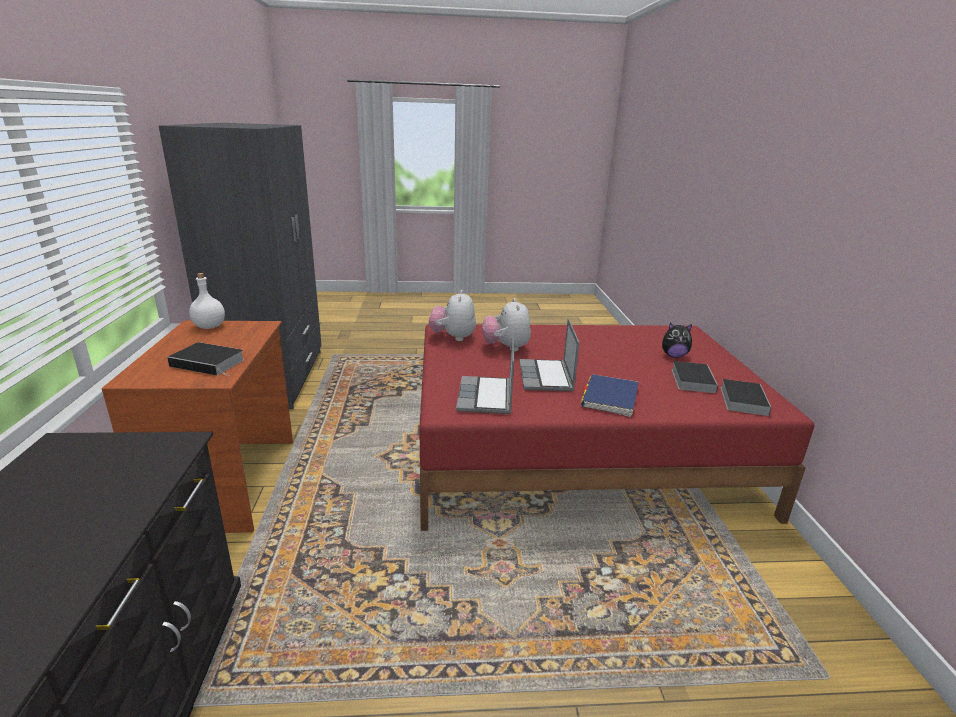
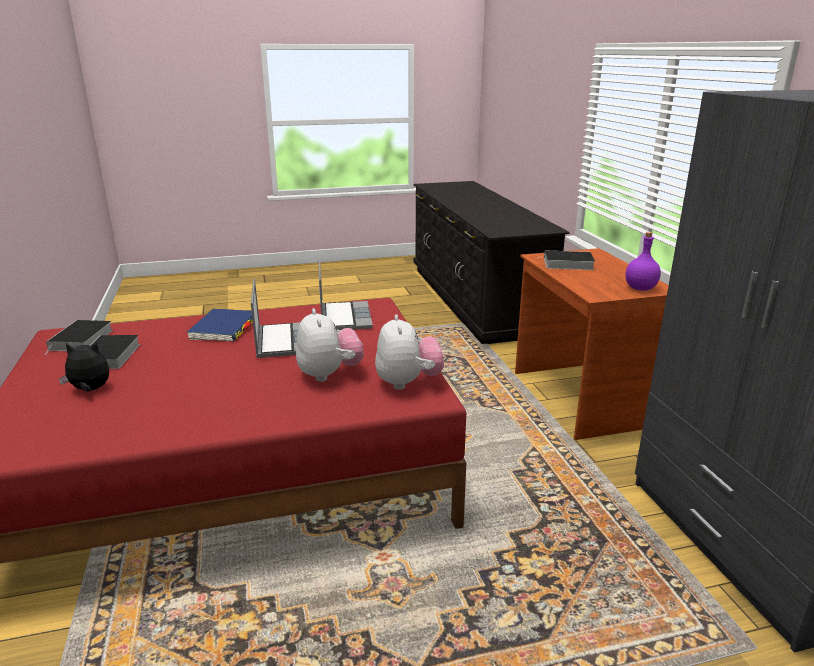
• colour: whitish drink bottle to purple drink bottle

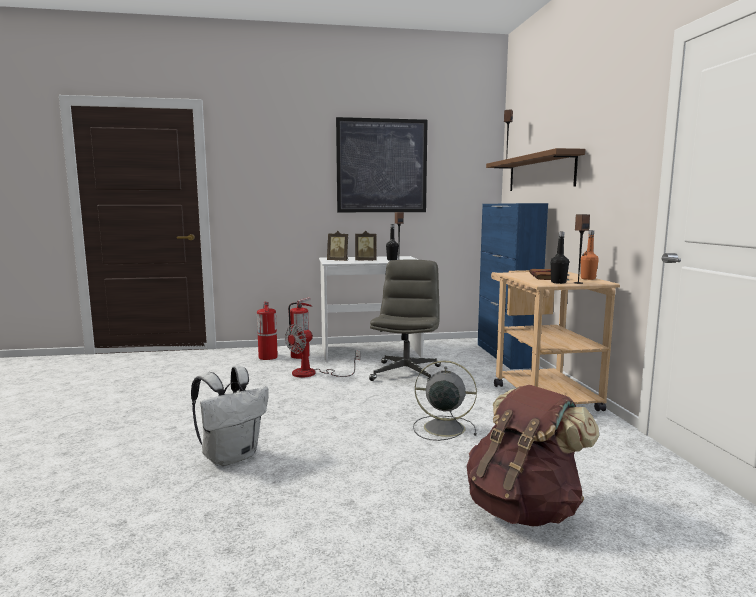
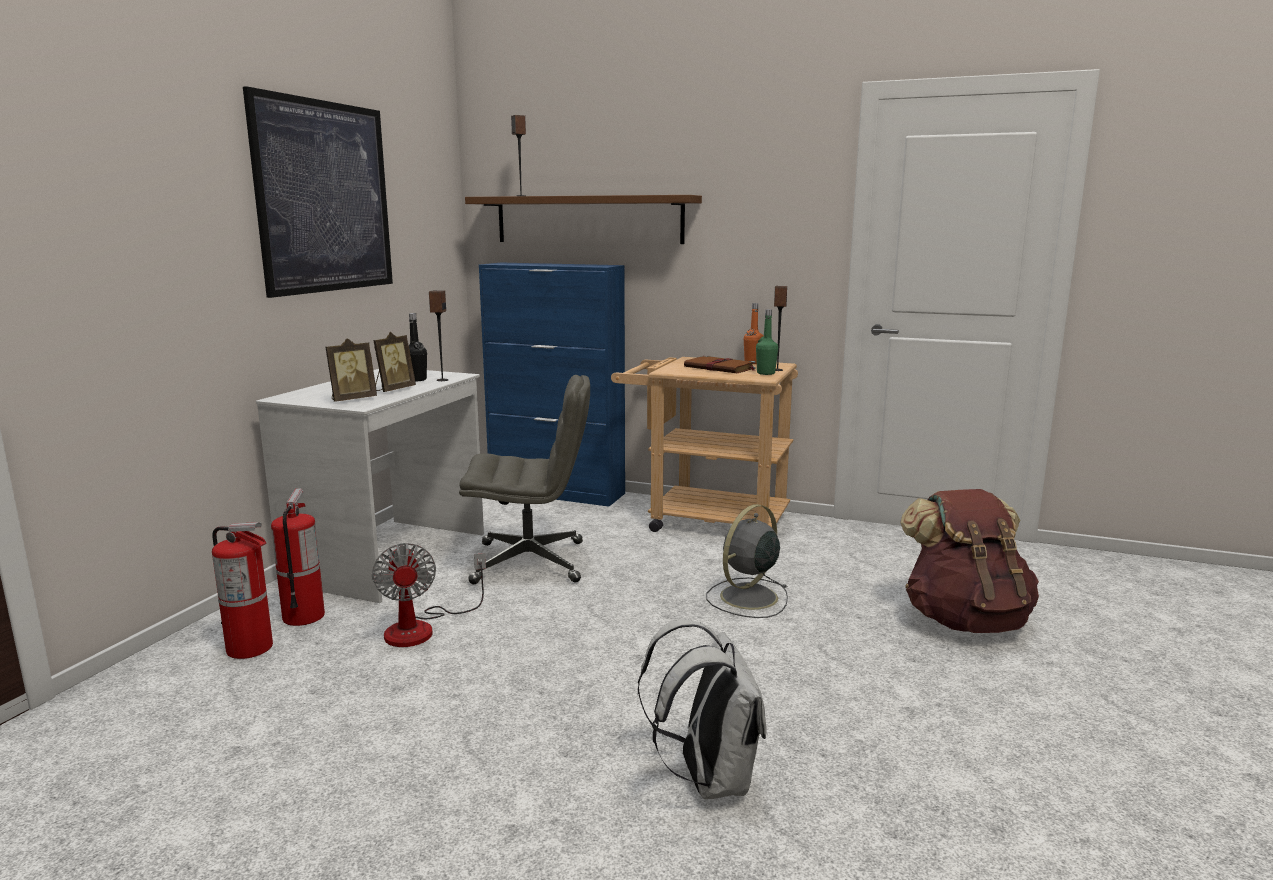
• colour: black-coloured drink bottle (no. 2 from left) to greenish drink bottle
• spun: greyish desk chair 135 degrees clockwise

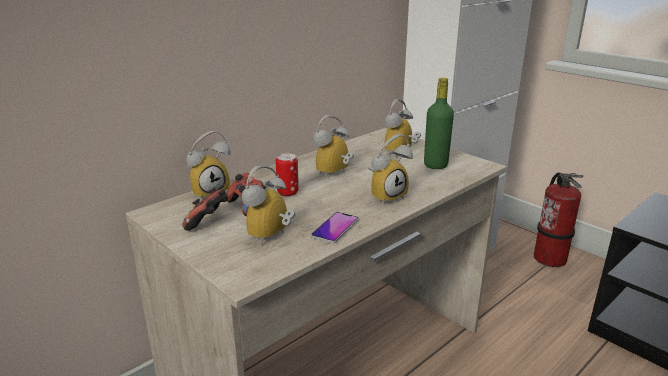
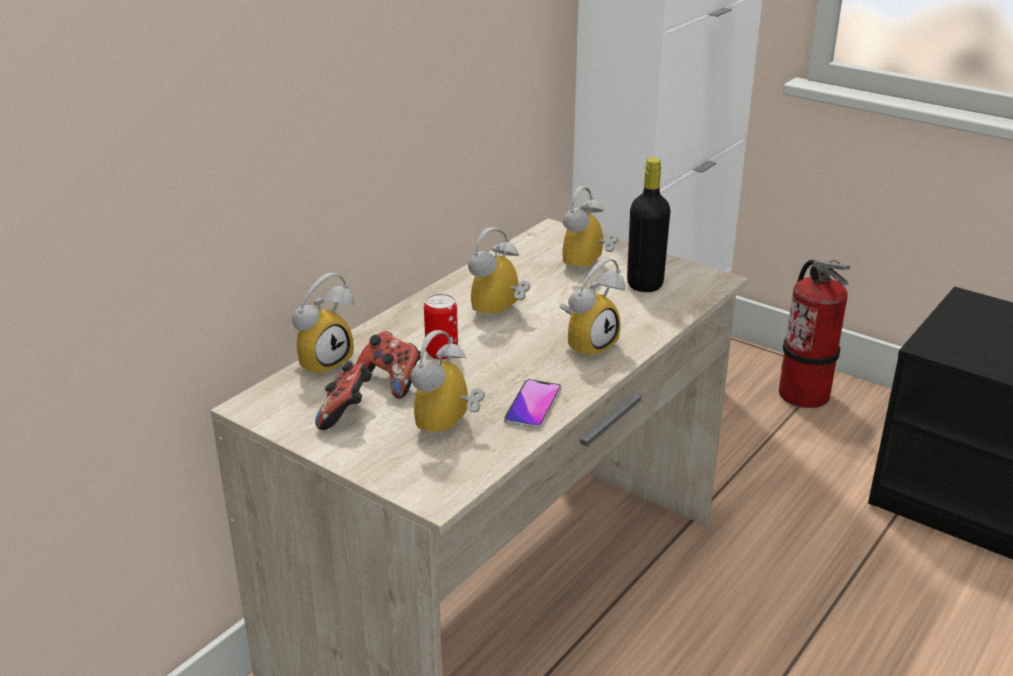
• colour: greenish drink bottle to black-coloured drink bottle

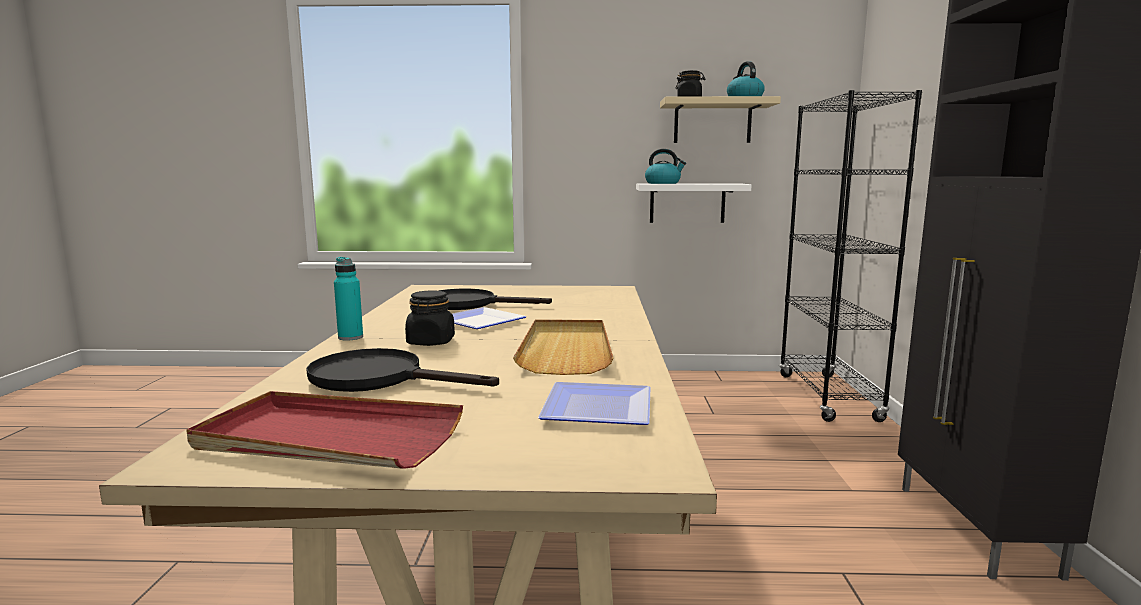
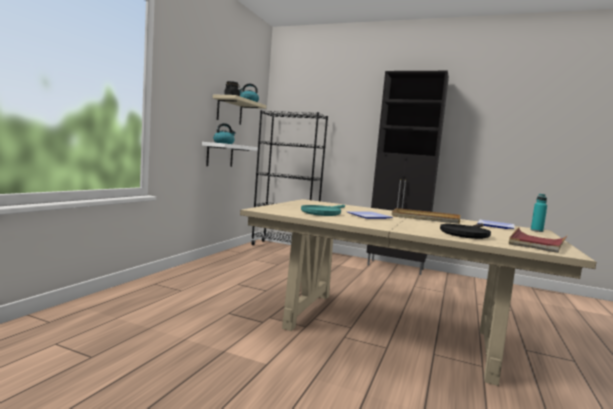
• relocated: turquoise drink bottle
• colour: black-coloured skillet (no. 2 from left) to turquoise skillet
• missing: black-coloured storage jar (no. 1 from left)

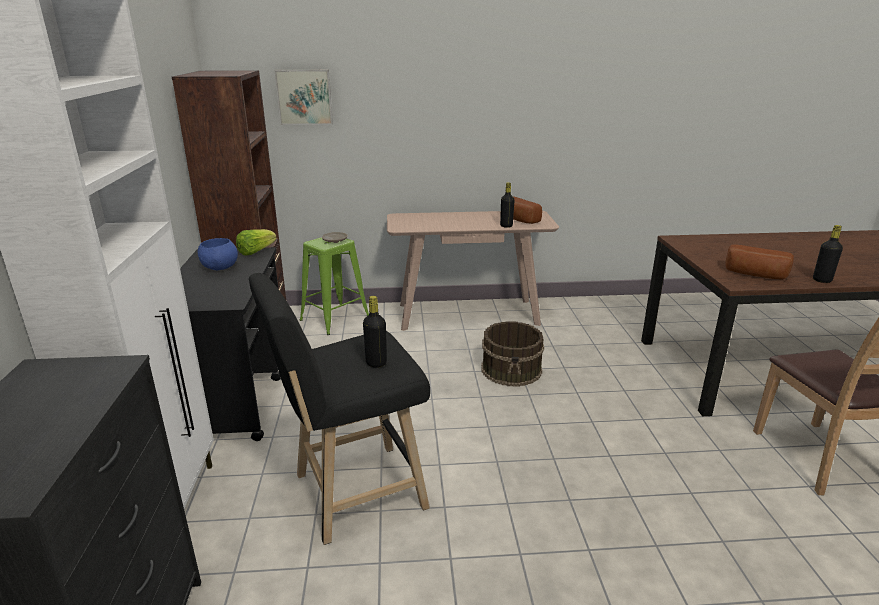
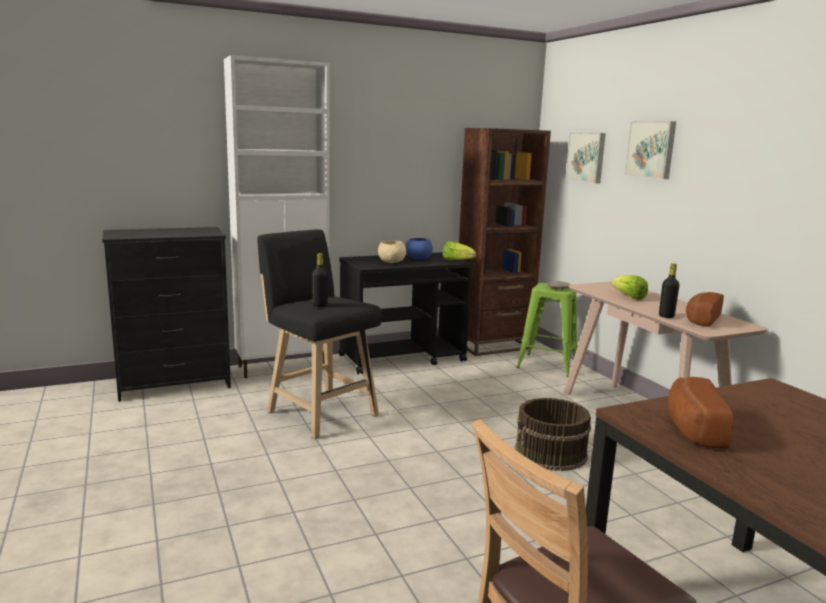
• missing: black-coloured drink bottle (no. 3 from left)
• appeared: picture (no. 2 from left)
• appeared: sand-coloured serving bowl
• appeared: head of lettuce (no. 2 from left)

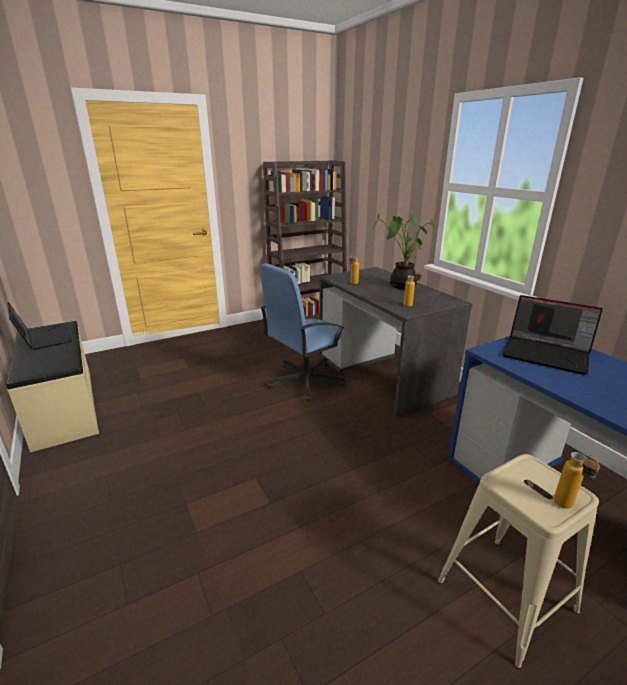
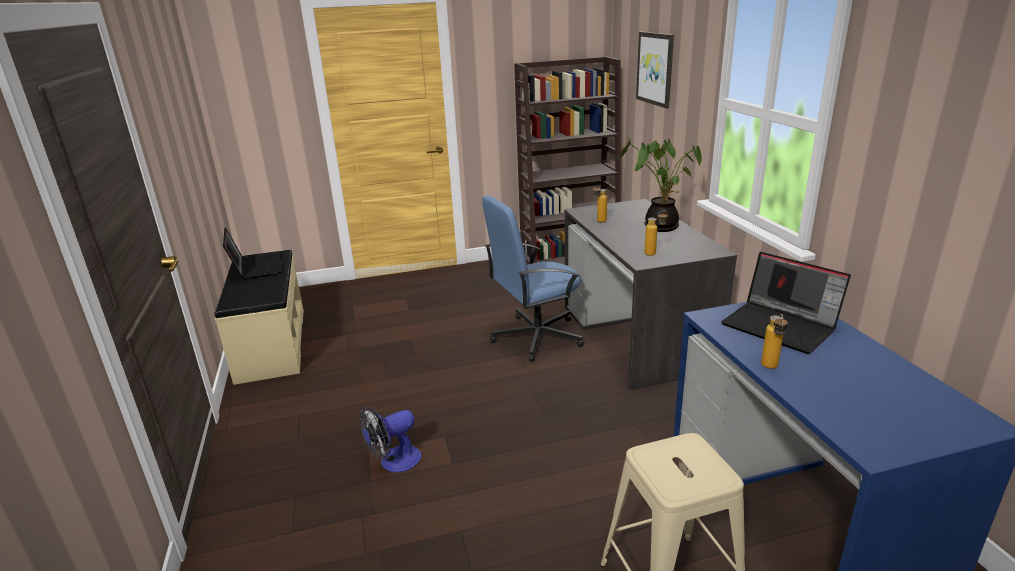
• relocated: drink bottle (no. 3 from left)
• appeared: picture
• appeared: fan

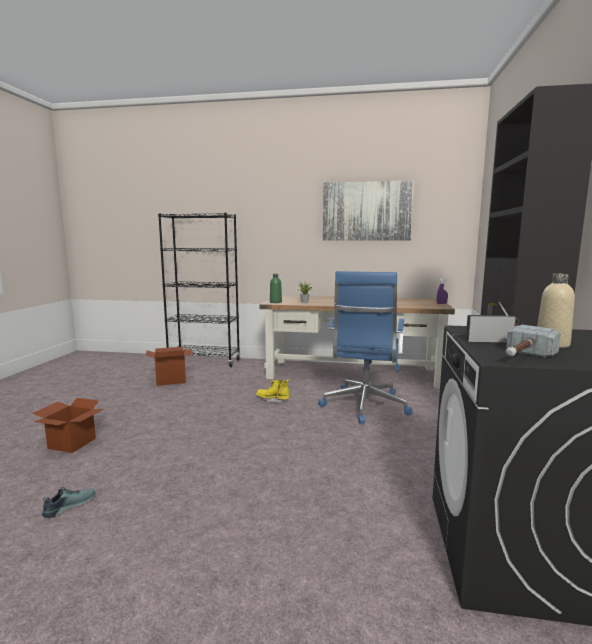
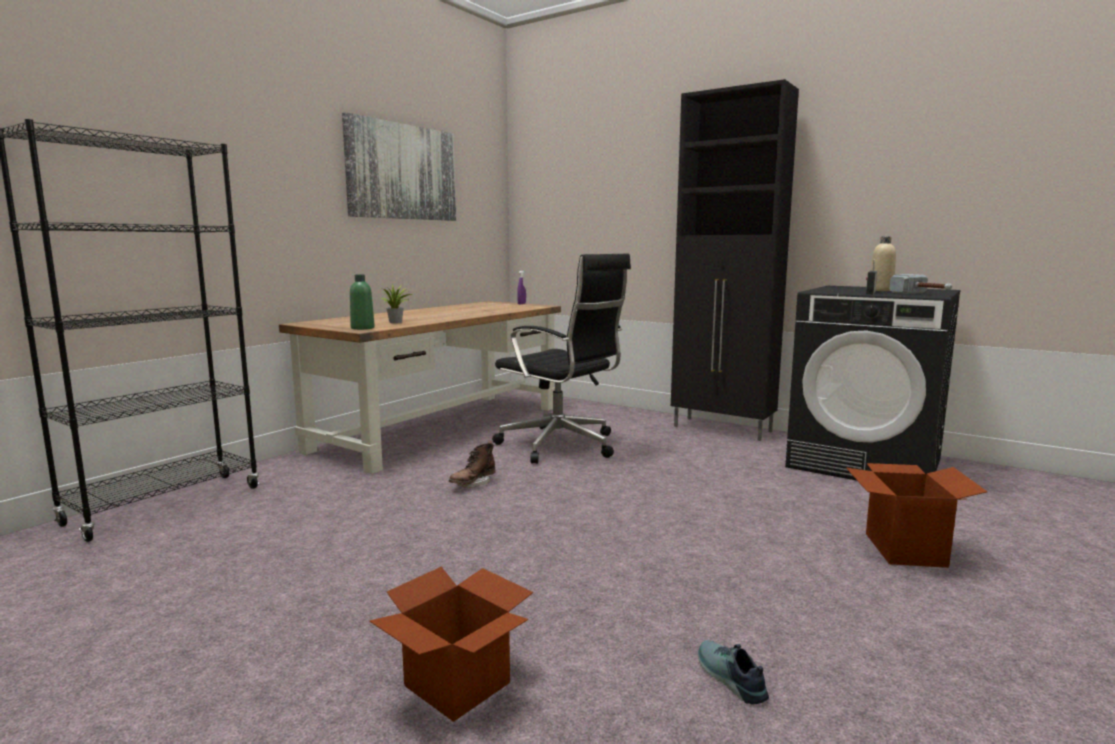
• colour: bluish desk chair to black-coloured desk chair
• relocated: cardboard box (no. 2 from left)
• colour: yellow high-top boot to brown-coloured high-top boot

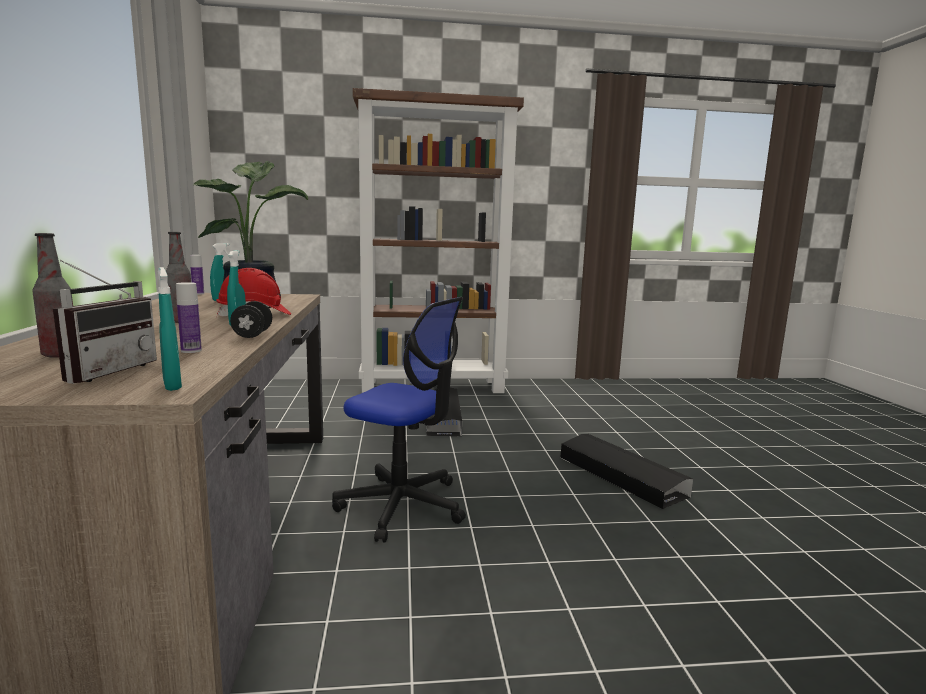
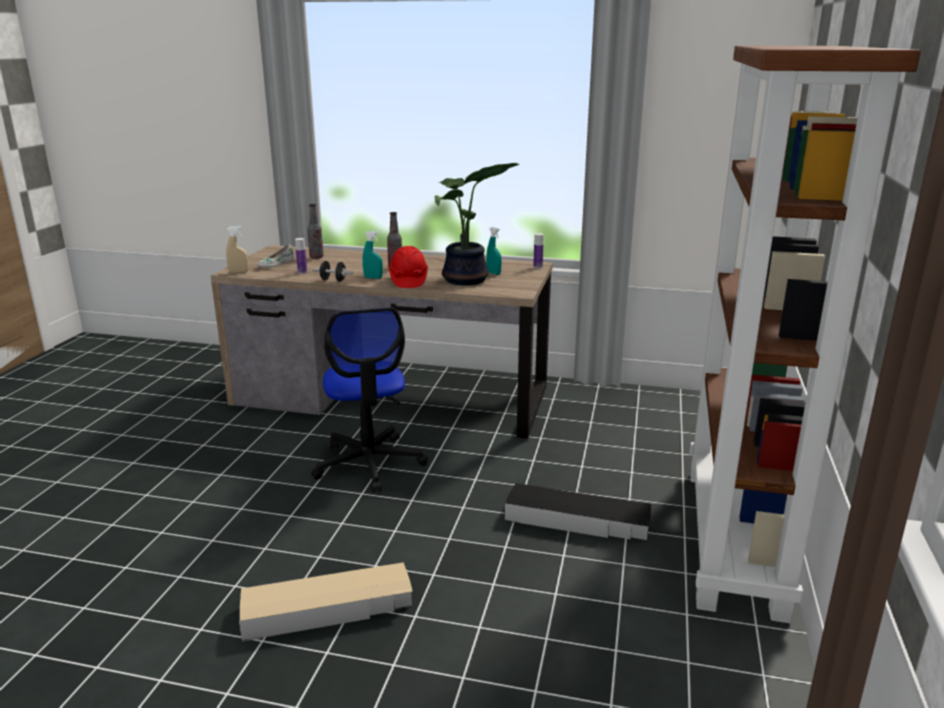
• exchanged: radio set to whitish low shoe
• colour: turquoise hand sprayer (no. 1 from left) to sand-coloured hand sprayer
• spun: desk chair 60 degrees counterclockwise
• colour: black-coloured storage bin (no. 2 from left) to sand-coloured storage bin

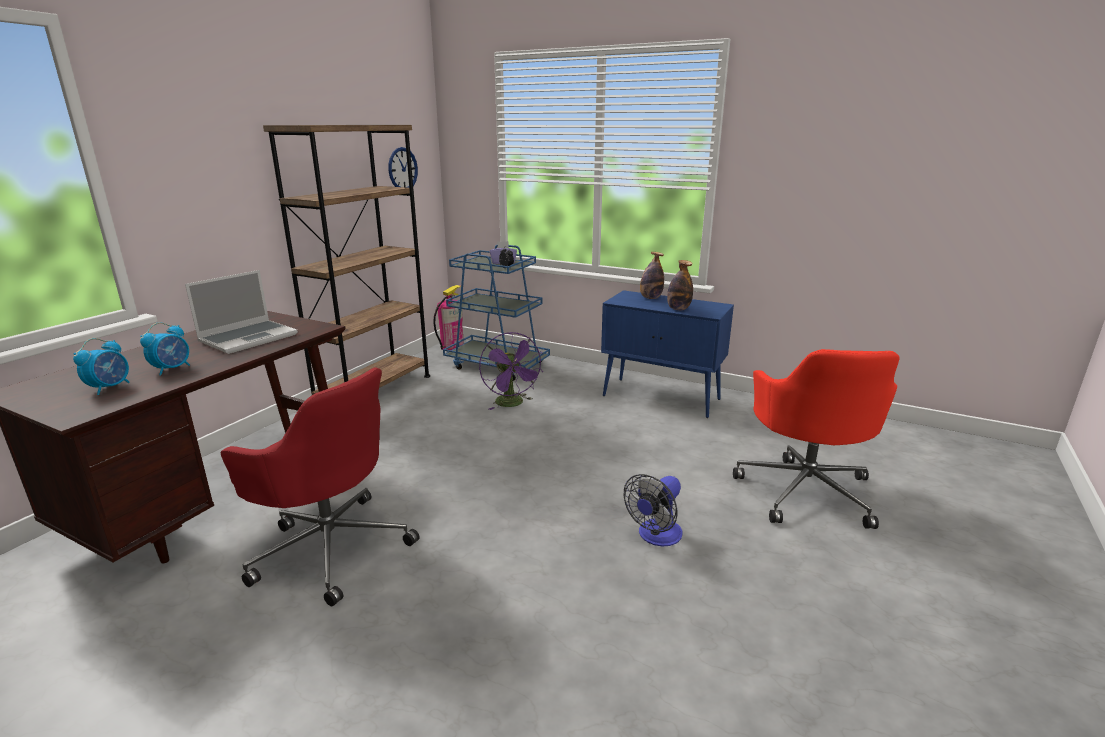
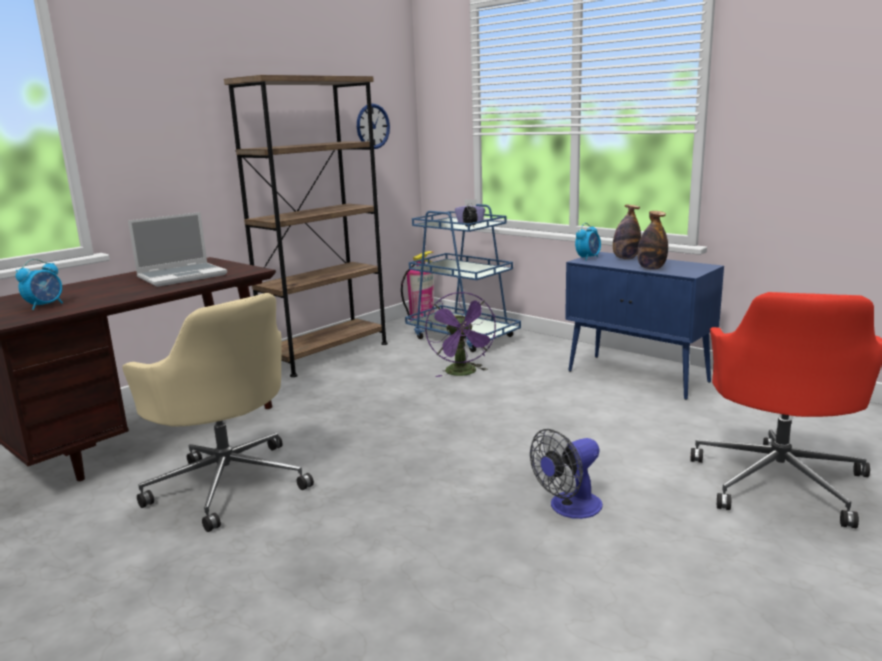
• relocated: bedside clock (no. 2 from left in the first image) to bedside clock (no. 3 from left)
• colour: red desk chair (no. 1 from left) to sand-coloured desk chair

